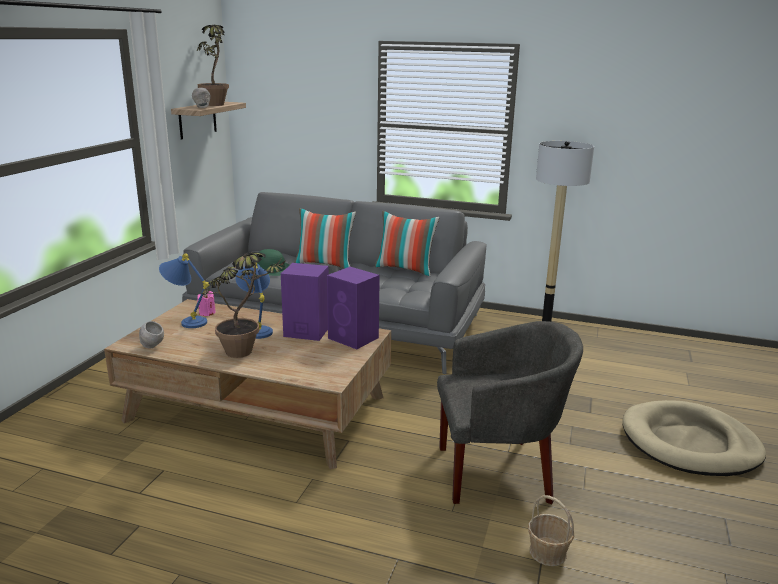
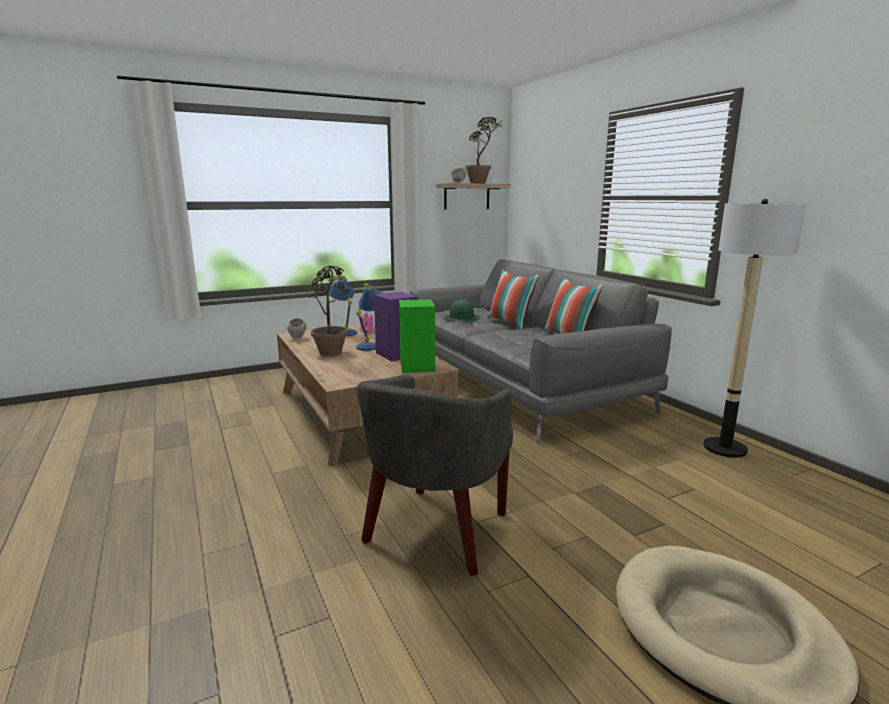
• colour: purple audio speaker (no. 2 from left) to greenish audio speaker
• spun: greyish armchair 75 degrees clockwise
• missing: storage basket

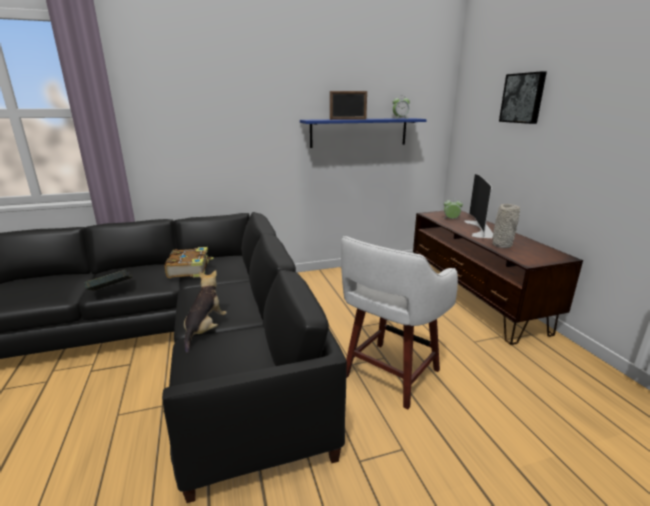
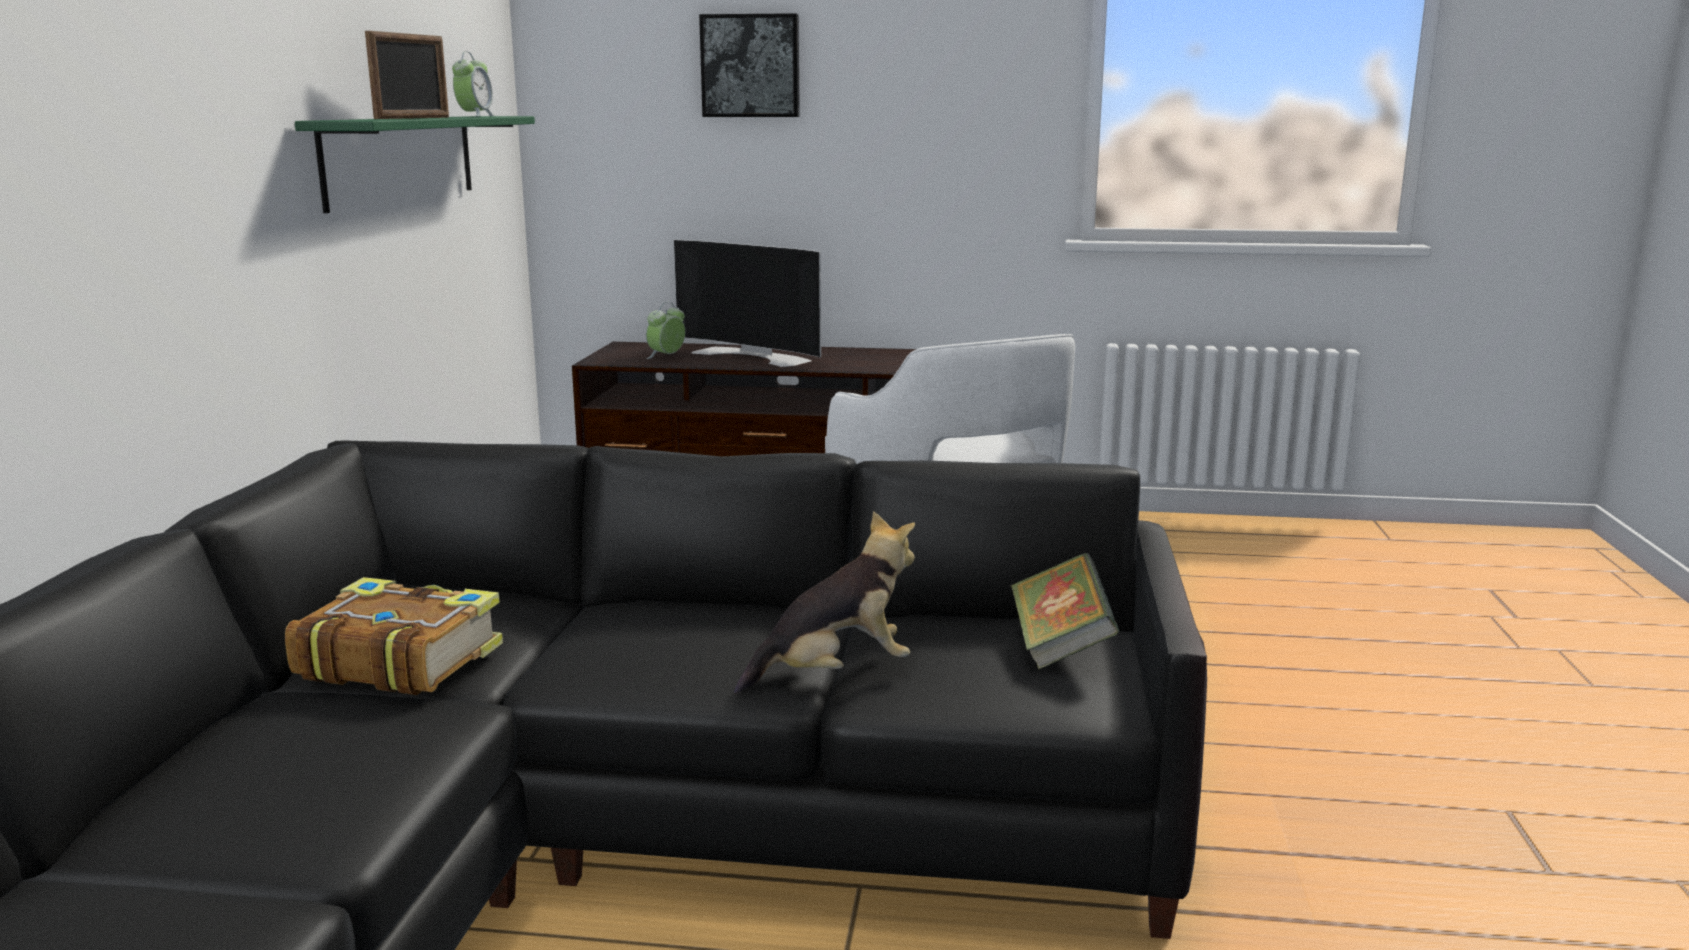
• colour: bluish shelf to greenish shelf
• missing: greyish vase
• relocated: book (no. 1 from left in the first image) to book (no. 2 from left)
• spun: plush toy 120 degrees clockwise

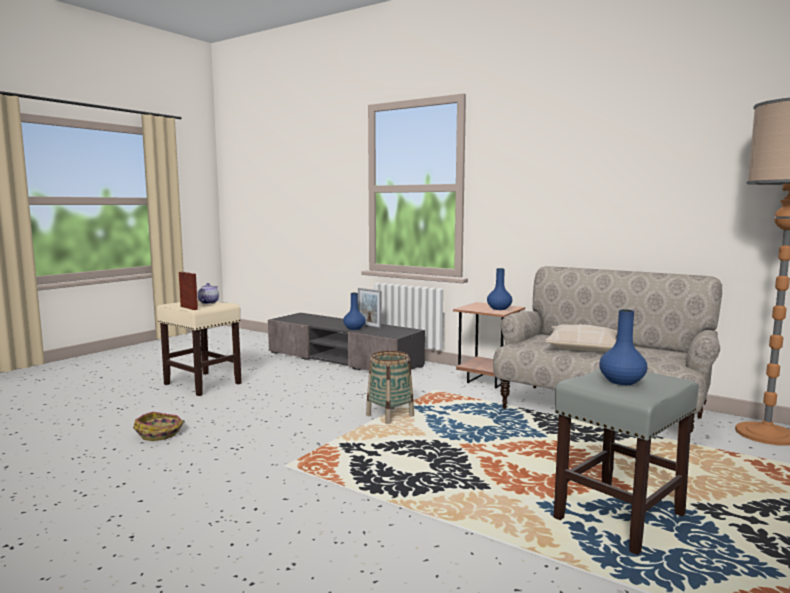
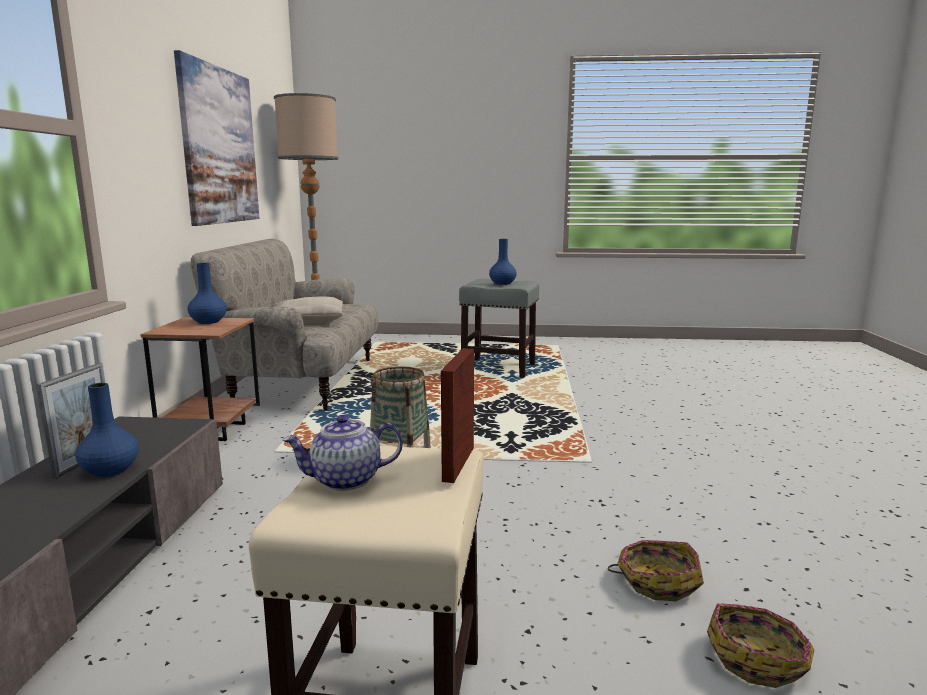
• appeared: picture
• appeared: storage basket (no. 3 from left)

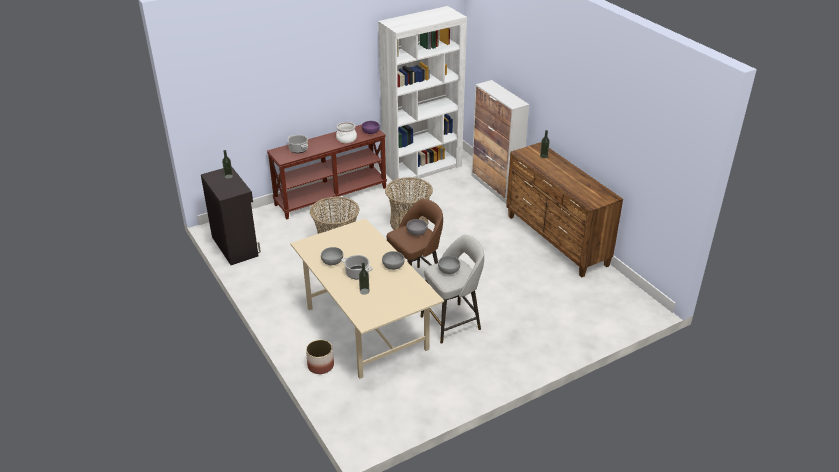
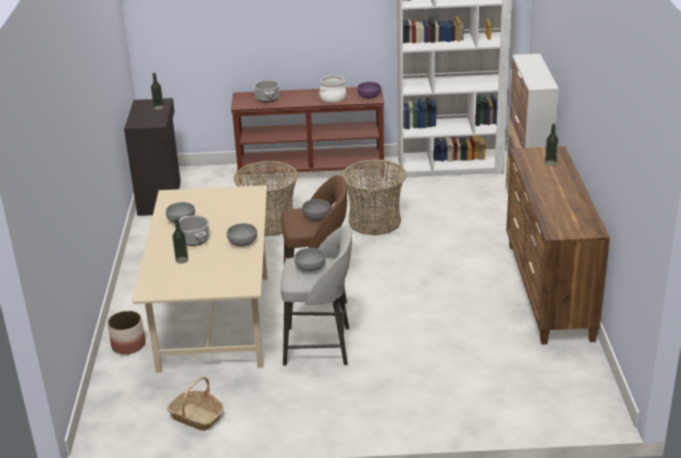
• appeared: storage basket (no. 1 from left)

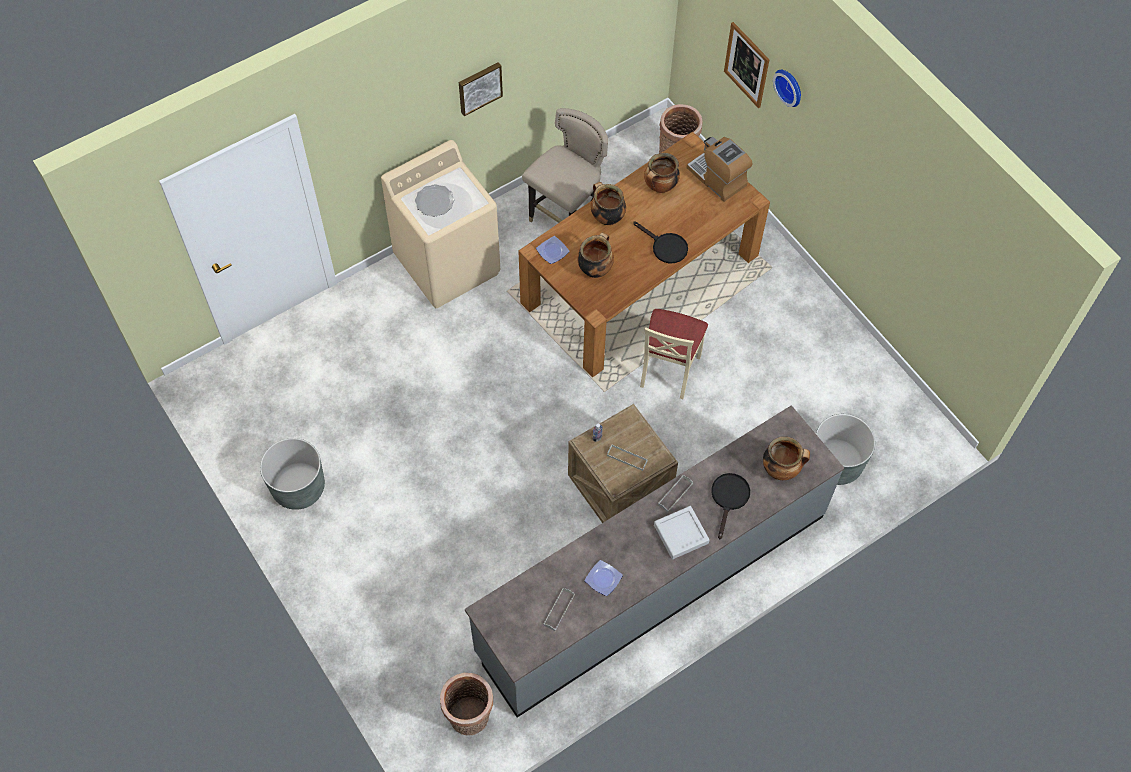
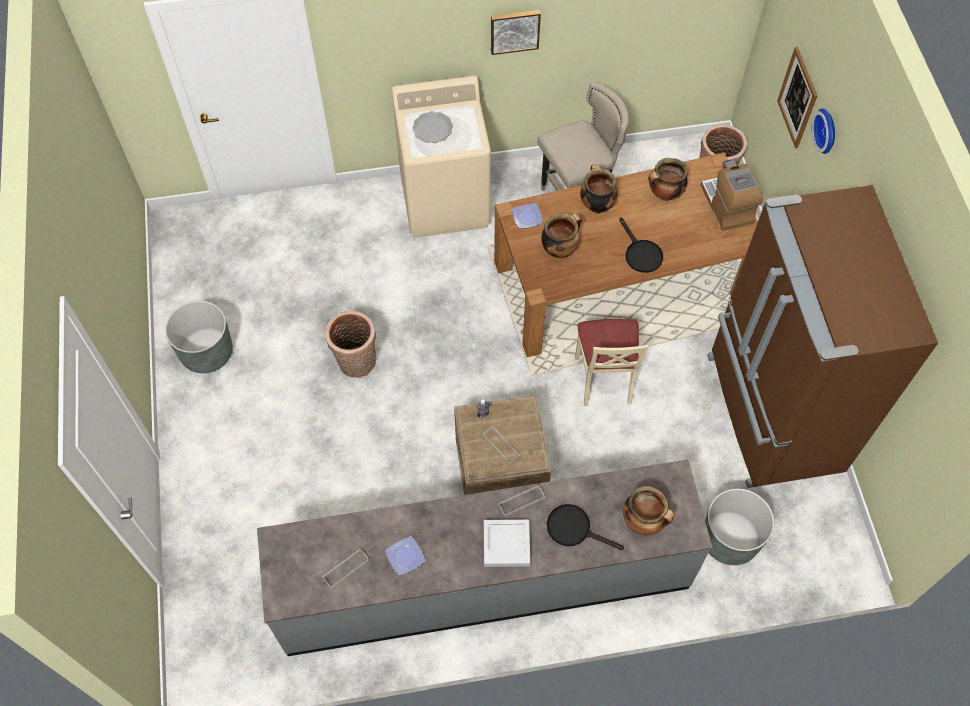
• spun: sand-coloured plain chair 45 degrees counterclockwise
• spun: black-coloured skillet (no. 2 from left in the first image) 105 degrees counterclockwise
• relocated: storage basket (no. 1 from left)
• appeared: brown-coloured kitchen fridge

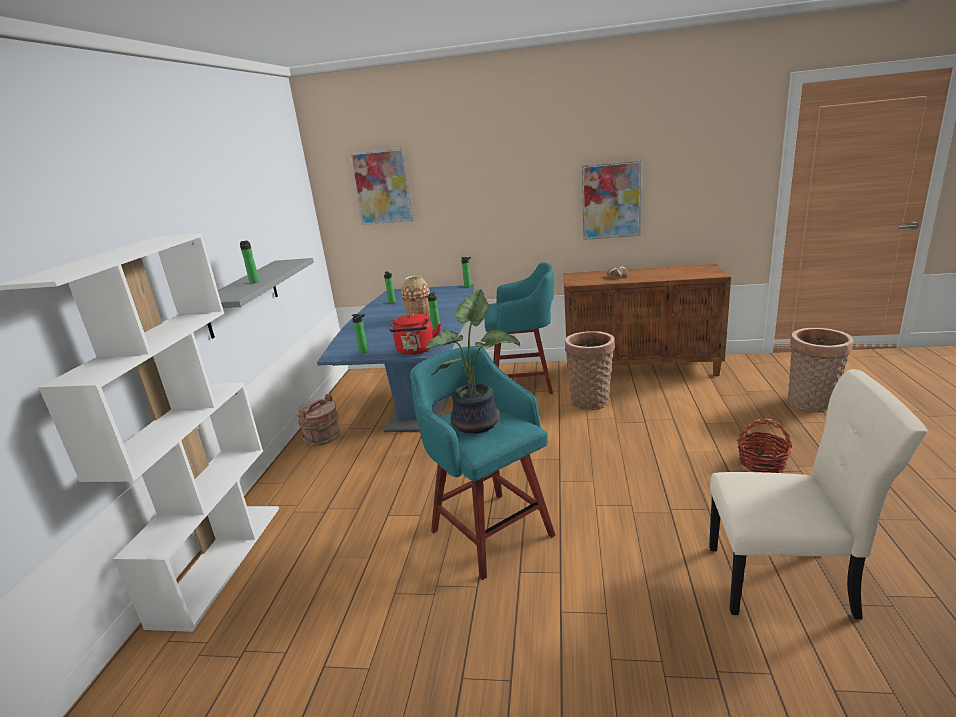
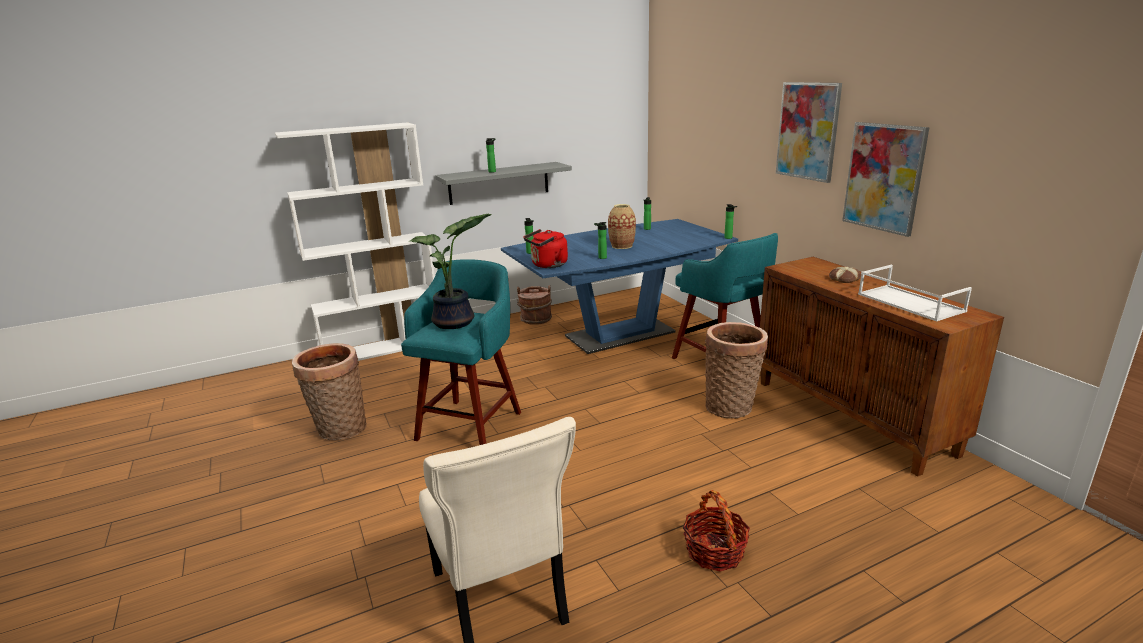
• relocated: picture (no. 1 from left)
• relocated: storage basket (no. 3 from left in the first image) to storage basket (no. 1 from left)
• appeared: whitish carrying tray

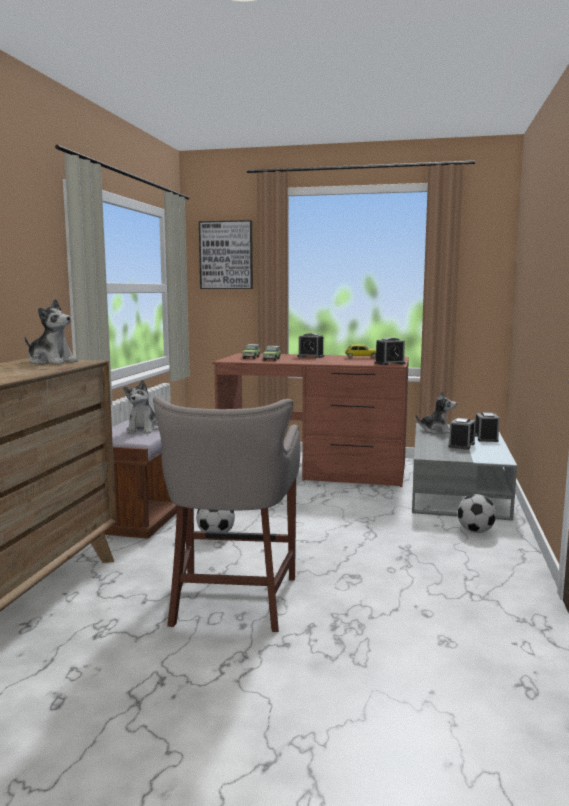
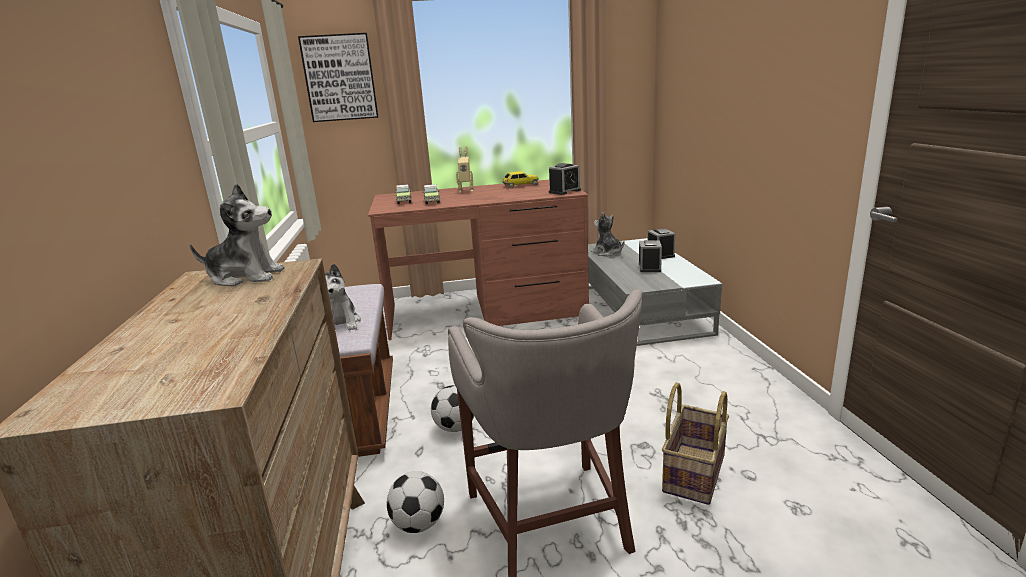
• exchanged: bedside clock (no. 1 from left) to toy robot
• spun: plush toy (no. 3 from left) 120 degrees counterclockwise
• relocated: football (no. 2 from left in the first image) to football (no. 1 from left)
• appeared: storage basket

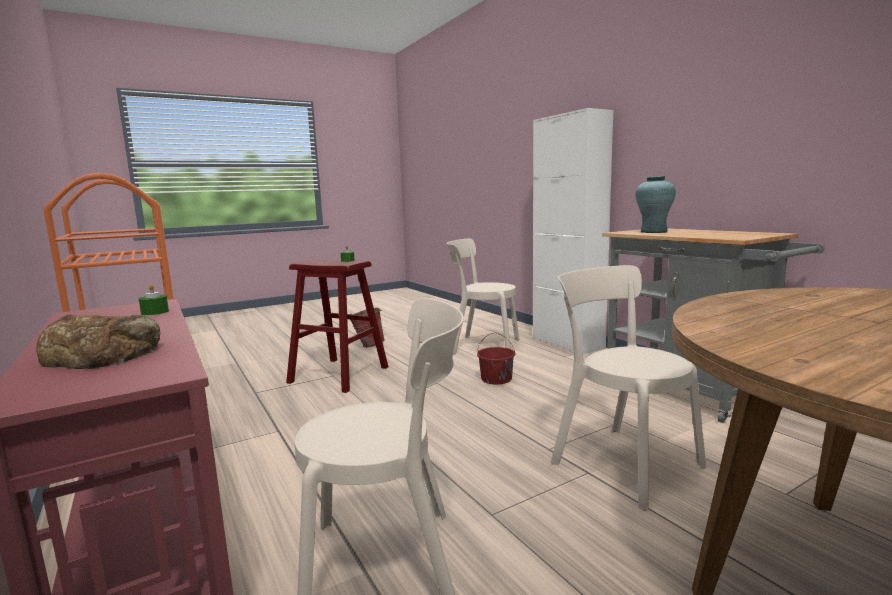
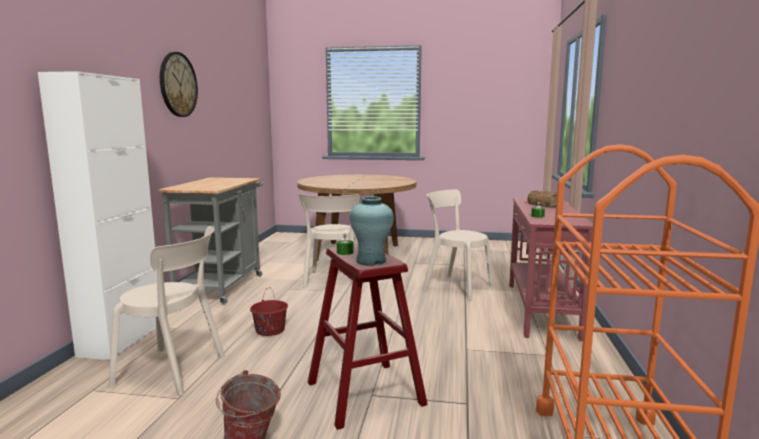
• relocated: turquoise vase
• spun: sand-coloured plain chair (no. 2 from left in the first image) 45 degrees counterclockwise
• appeared: clock on the wall

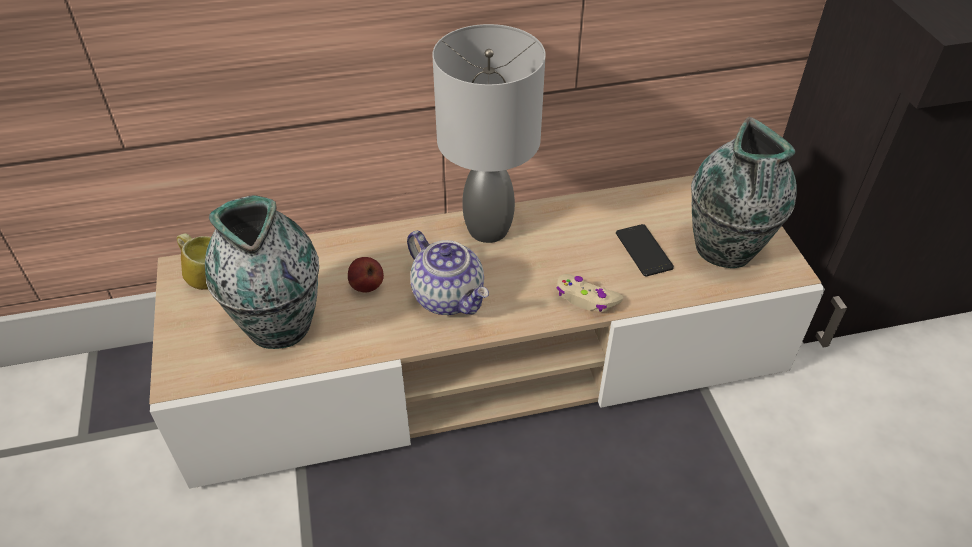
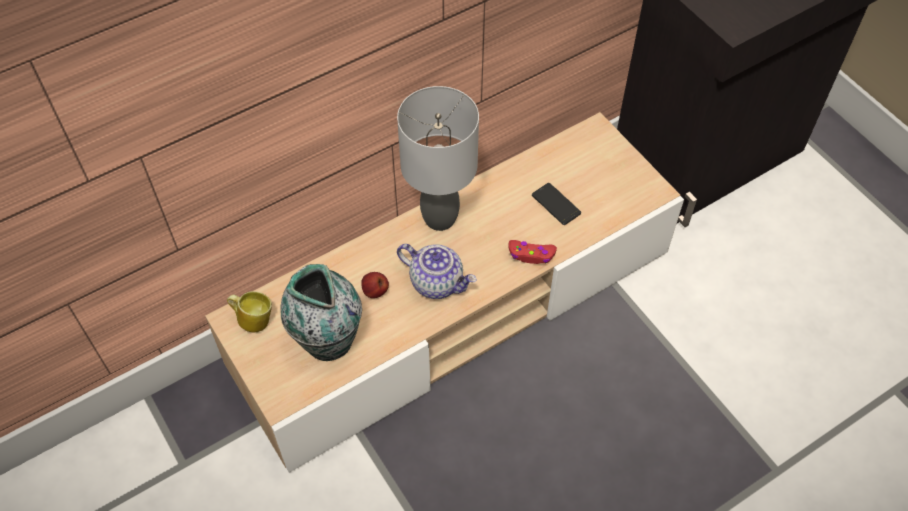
• missing: vase (no. 2 from left)
• colour: sand-coloured game controller to red game controller

